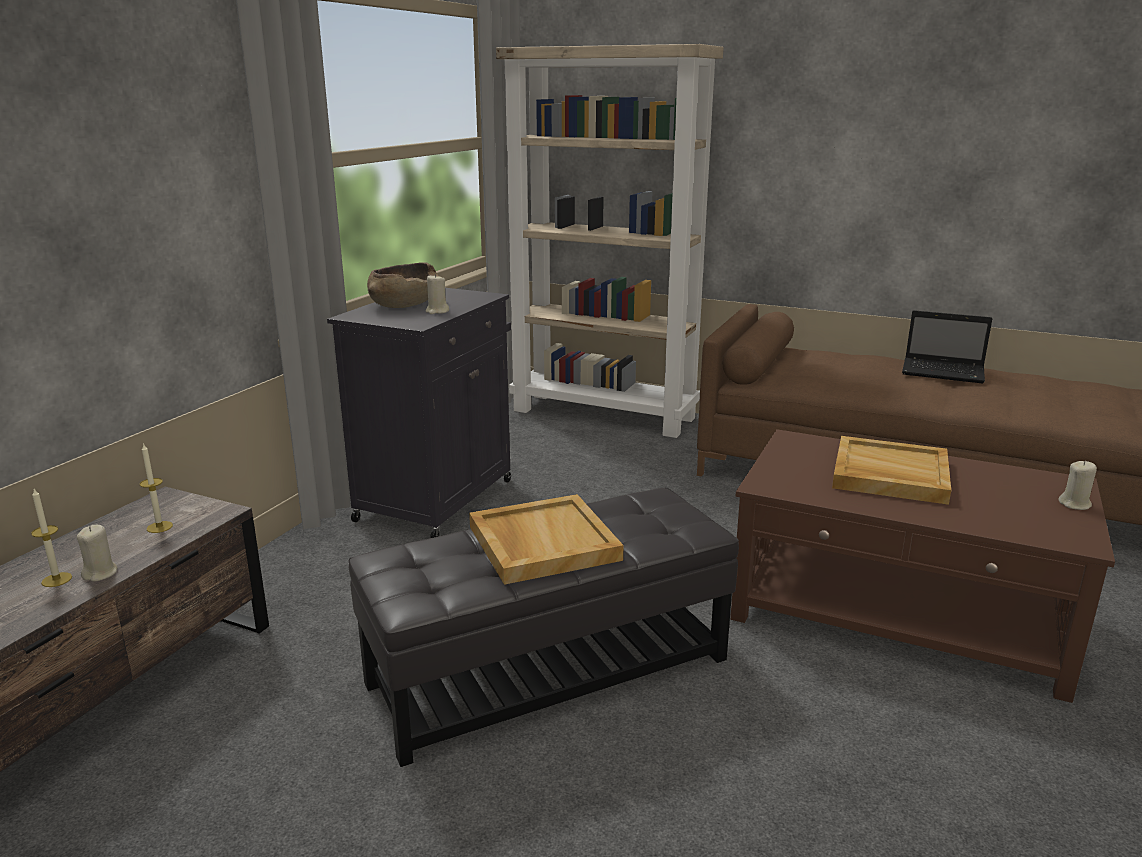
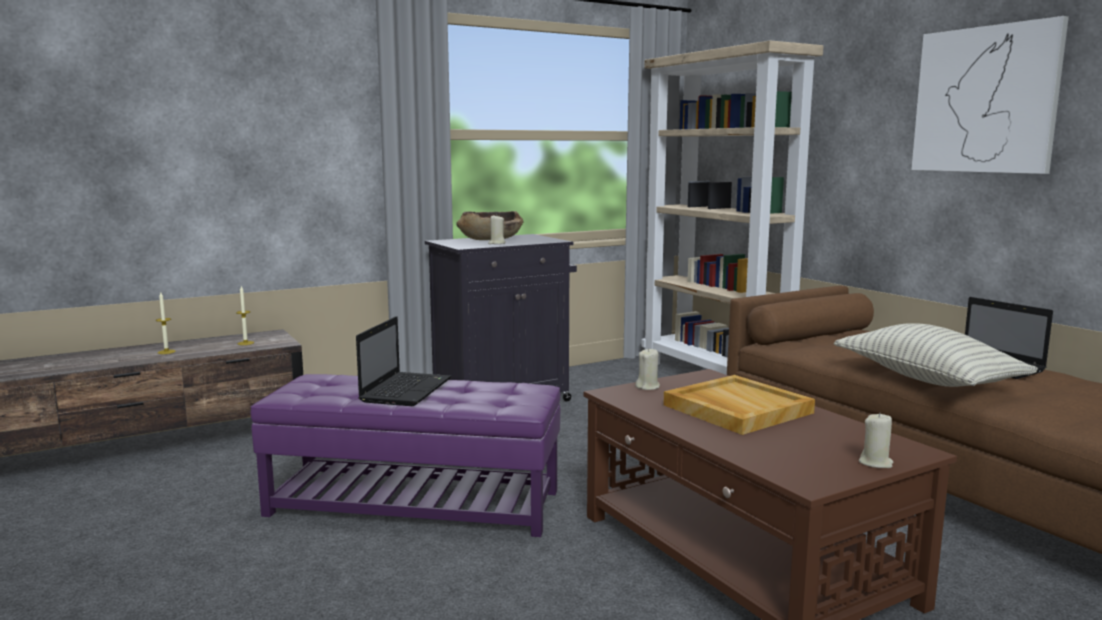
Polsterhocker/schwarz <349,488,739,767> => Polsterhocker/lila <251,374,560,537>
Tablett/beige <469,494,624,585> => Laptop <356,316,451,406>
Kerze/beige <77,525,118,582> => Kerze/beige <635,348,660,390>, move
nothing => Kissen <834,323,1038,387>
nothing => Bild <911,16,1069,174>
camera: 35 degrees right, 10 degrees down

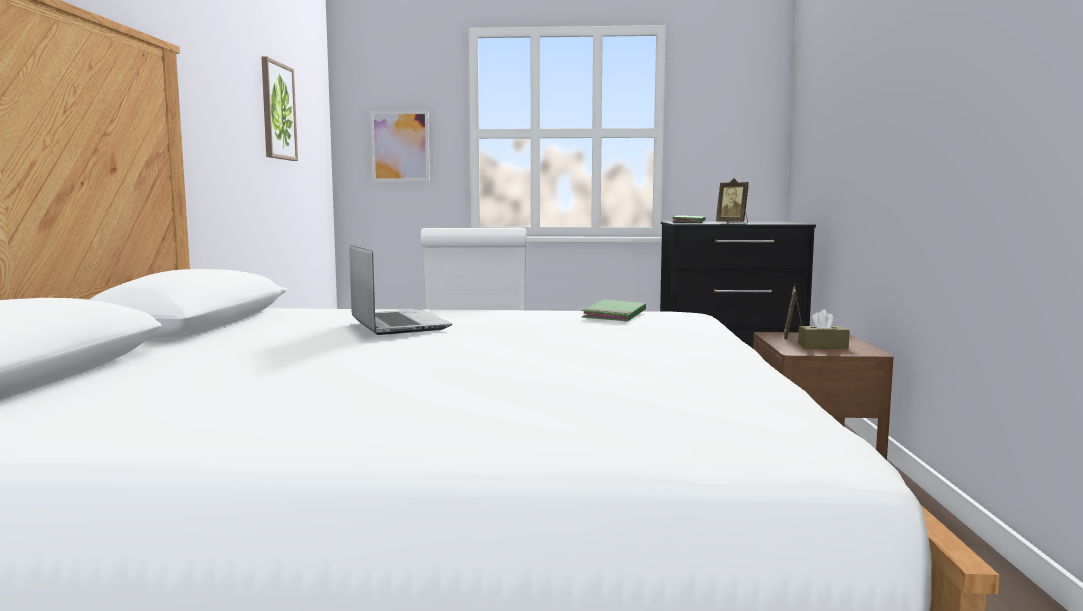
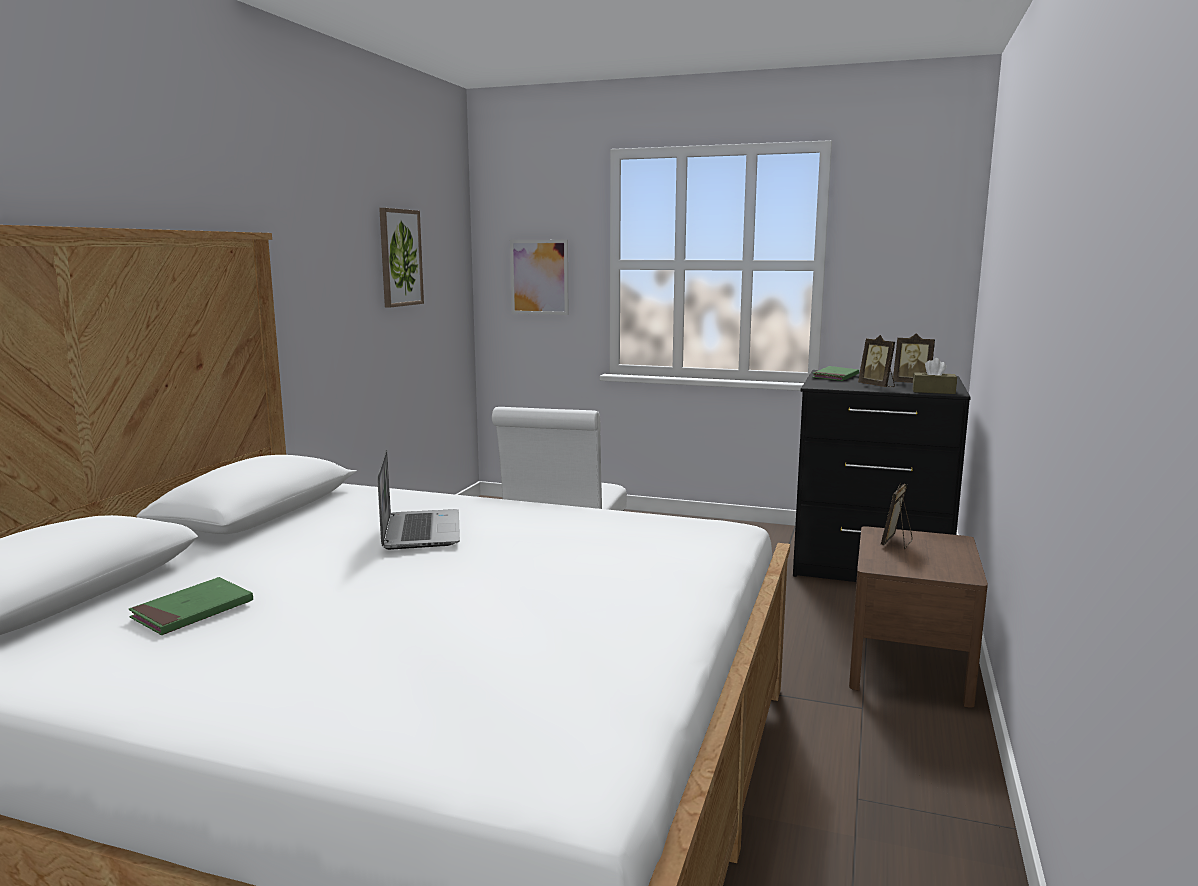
Buch/grün <582,299,646,321> => Buch/grün <129,577,253,635>, move
nothing => Bilderrahmen <893,333,935,383>
Taschentuchbox/braun <798,310,850,349> => Taschentuchbox/braun <913,358,957,394>, move
camera: 15 degrees right, 5 degrees up

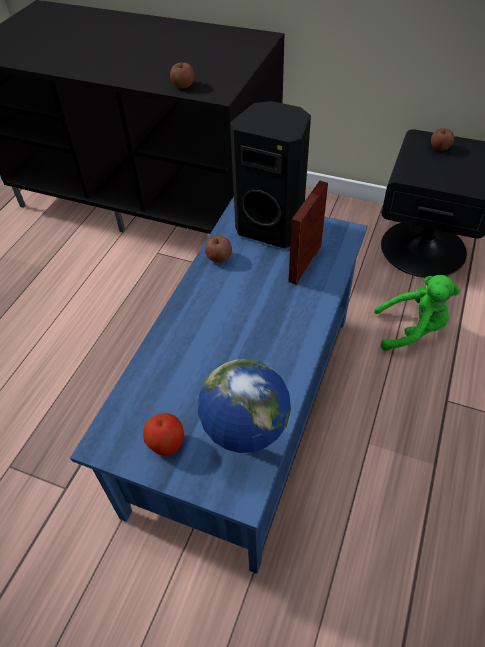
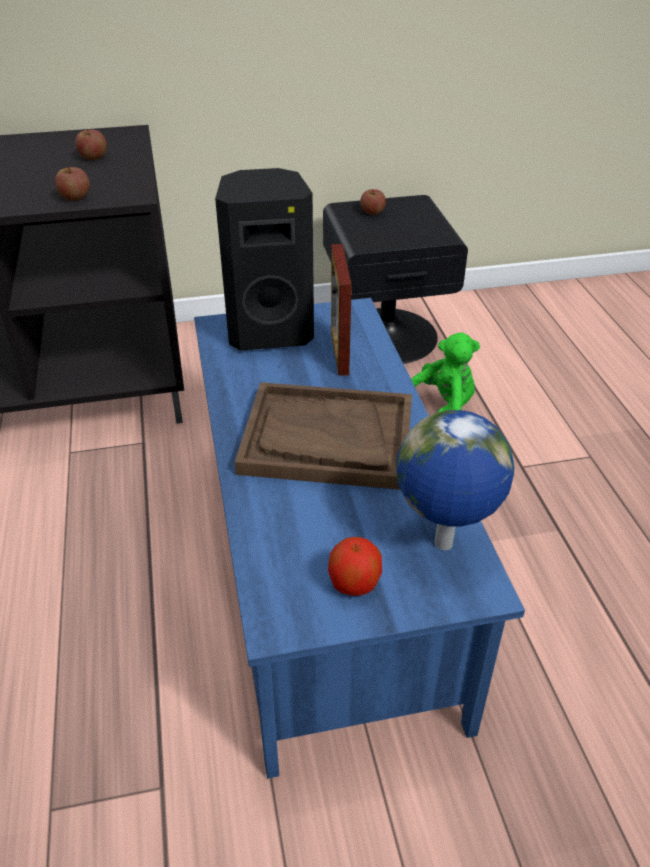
Apfel <205,235,232,263> => Apfel <75,129,107,160>, move
nothing => Tablett/braun <235,382,412,490>
camera: 35 degrees left, 10 degrees down

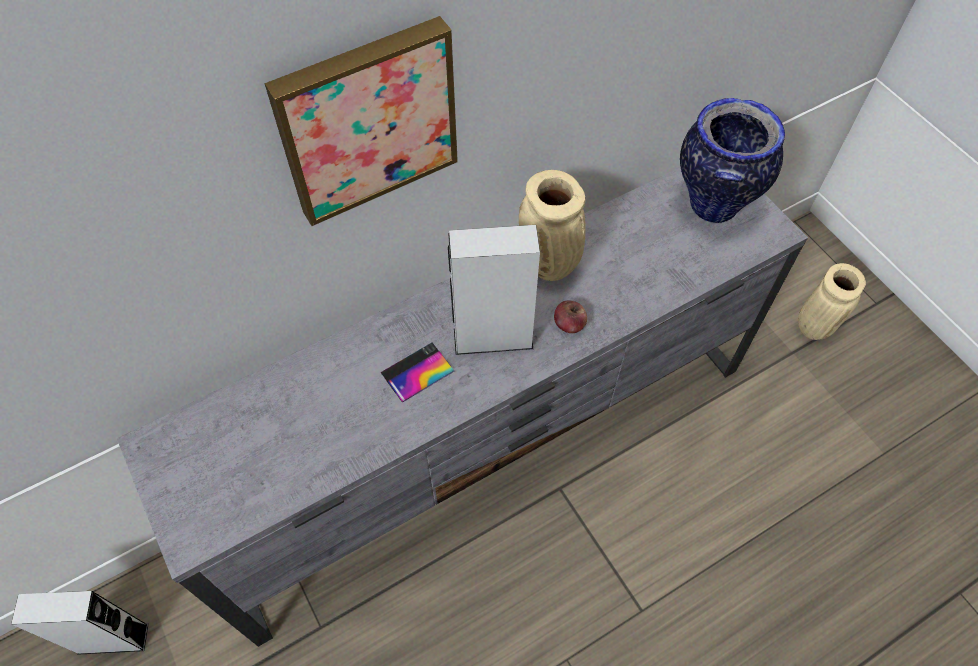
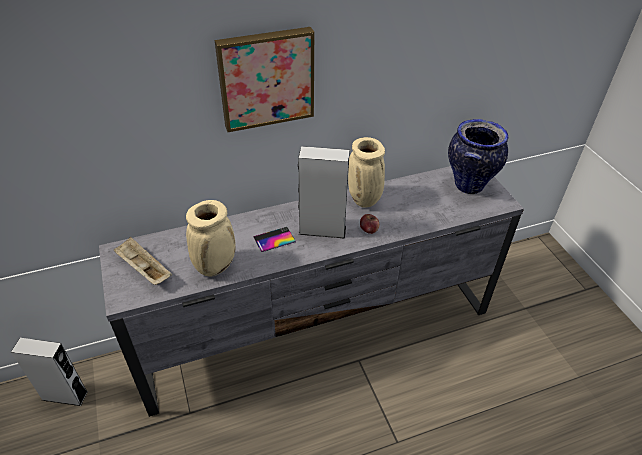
nothing => Tablett/beige <113,236,172,285>
Vase/beige <798,263,866,340> => Vase/beige <186,200,236,277>, move
camera: 10 degrees right, 15 degrees down

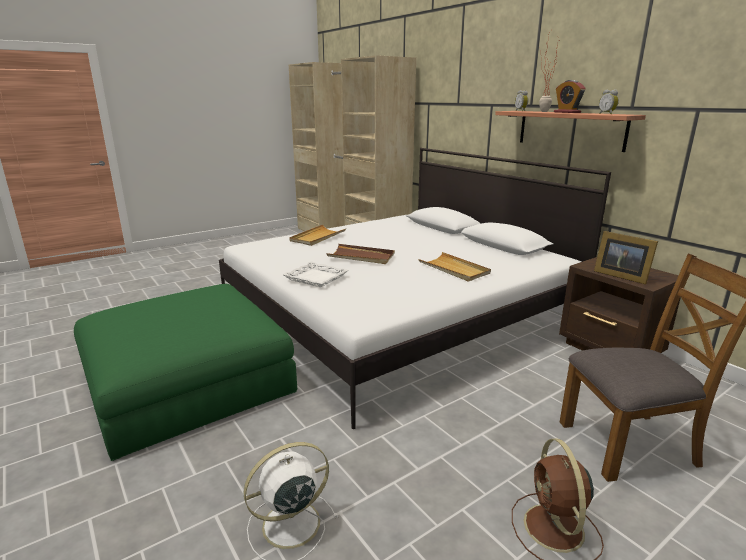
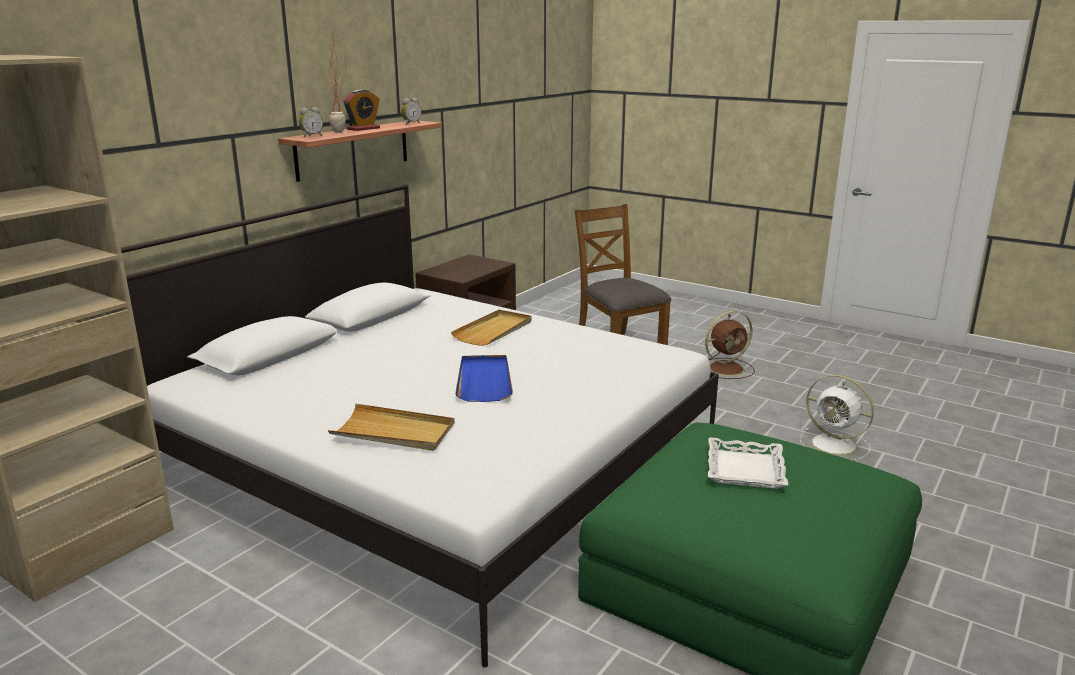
Tablett/braun <327,244,395,264> => Tablett/blau <455,355,513,402>
Tablett/weiß <282,262,348,287> => Tablett/weiß <708,437,788,489>, move
Bilderrahmen <594,231,658,284> => nothing
camera: 110 degrees left, 0 degrees up

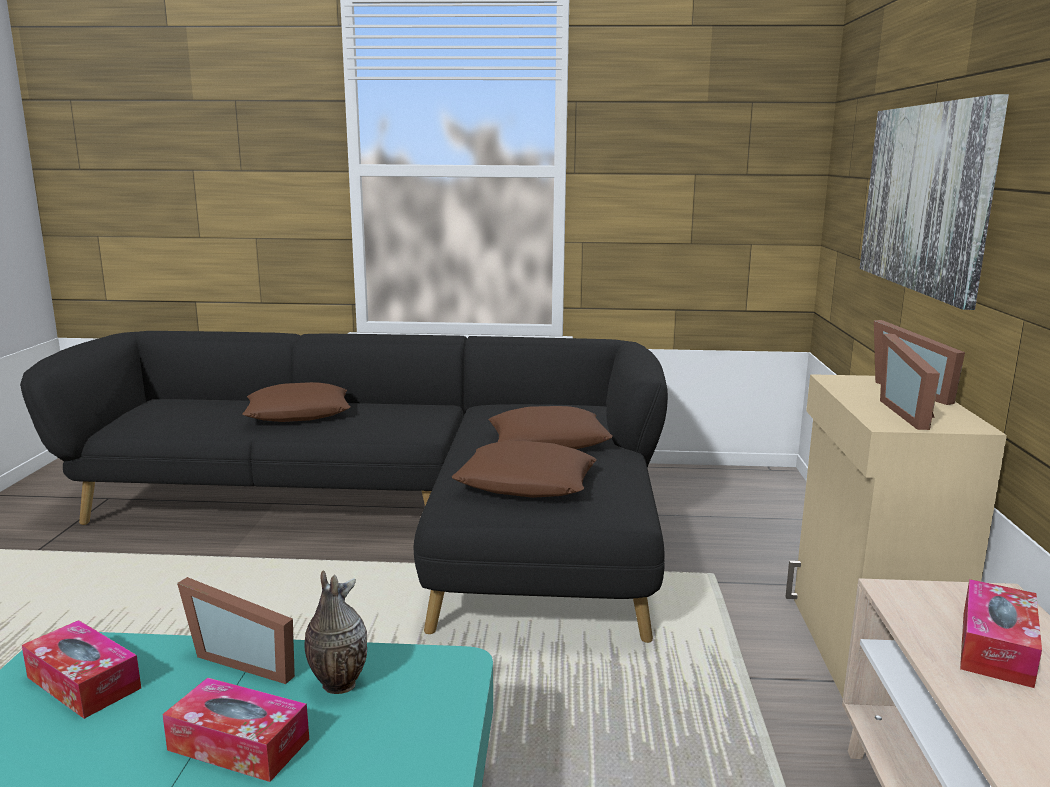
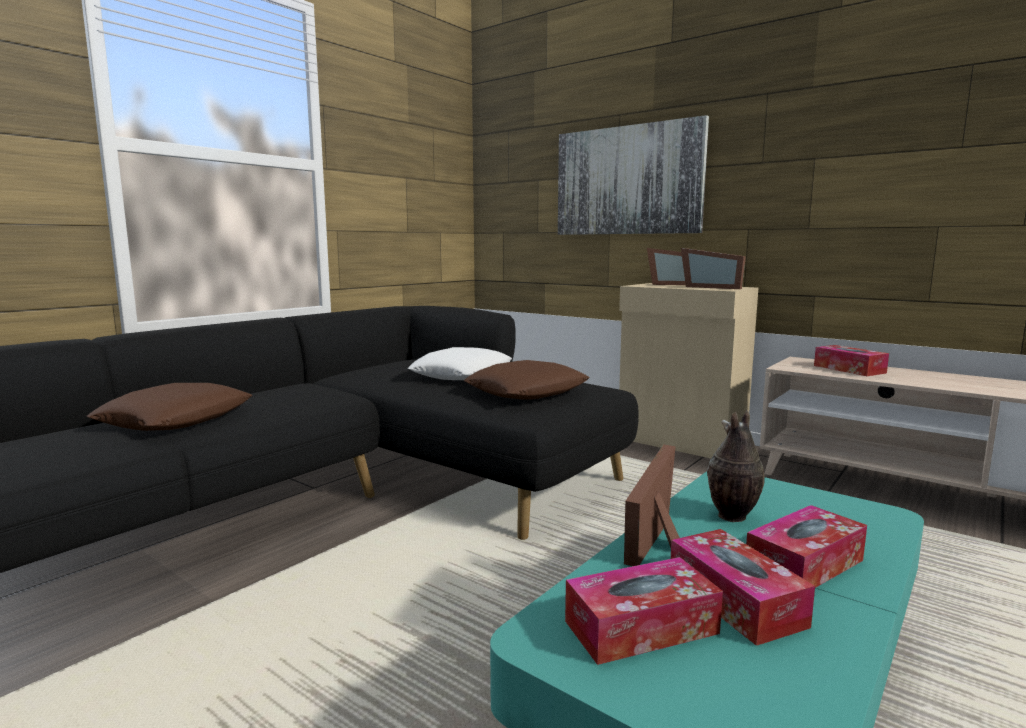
Kissen/braun <488,406,613,449> => Kissen/weiß <408,347,512,380>
Bilderrahmen <177,577,295,684> => Bilderrahmen <624,445,680,566>, 150 degrees clockwise
nothing => Taschentuchbox <671,529,815,646>
camera: 55 degrees left, 5 degrees down

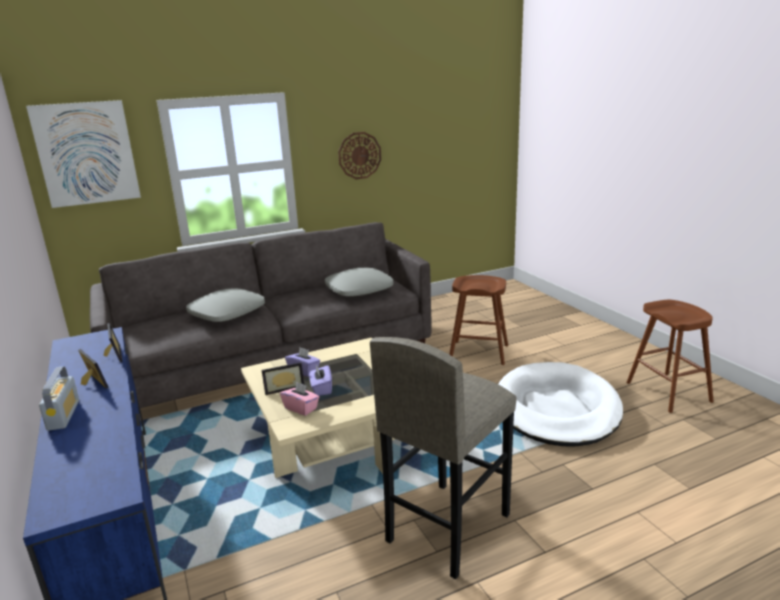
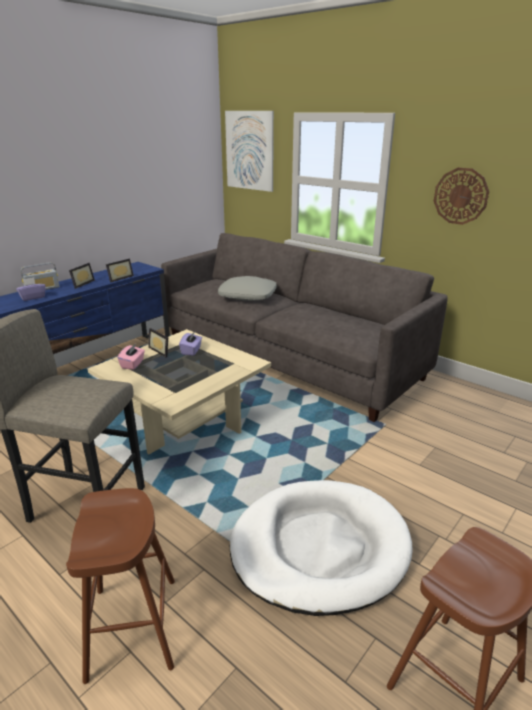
Taschentuchbox/lila <309,365,332,396> => Taschentuchbox/lila <16,277,46,301>, move
Hocker/braun <449,275,508,365> => Hocker/braun <66,488,175,684>, move
Kissen/grau <325,268,394,296> => nothing
camera: 65 degrees right, 5 degrees up

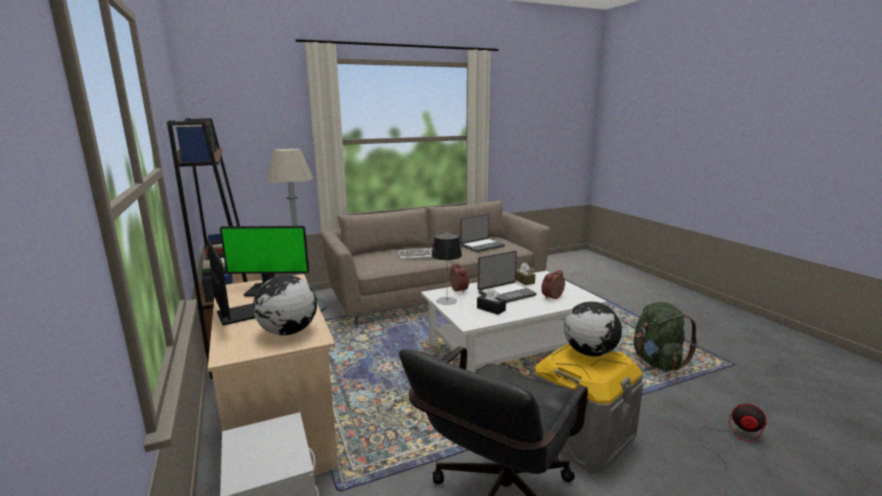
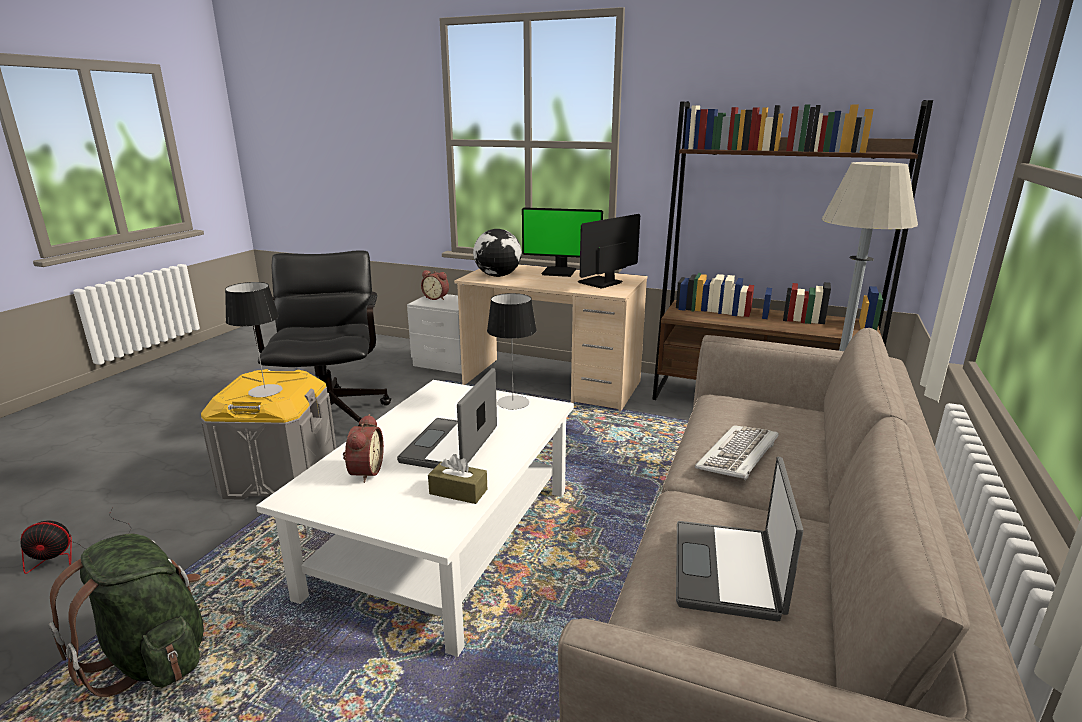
Globus <564,301,622,356> => Tischlampe <225,282,283,398>
Wecker <450,263,469,292> => Wecker <421,270,449,300>, move
Taschentuchbox/schwarz <477,288,506,315> => nothing
camera: 135 degrees right, 5 degrees up

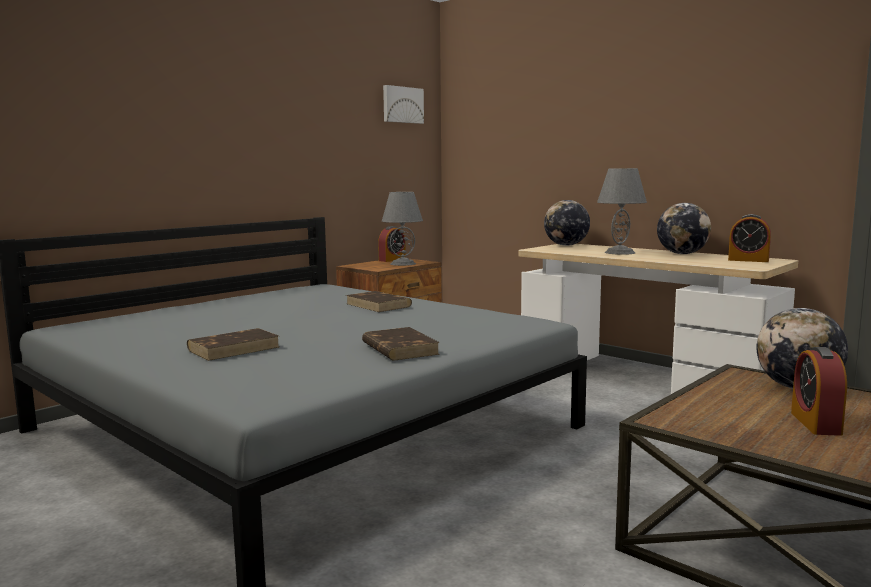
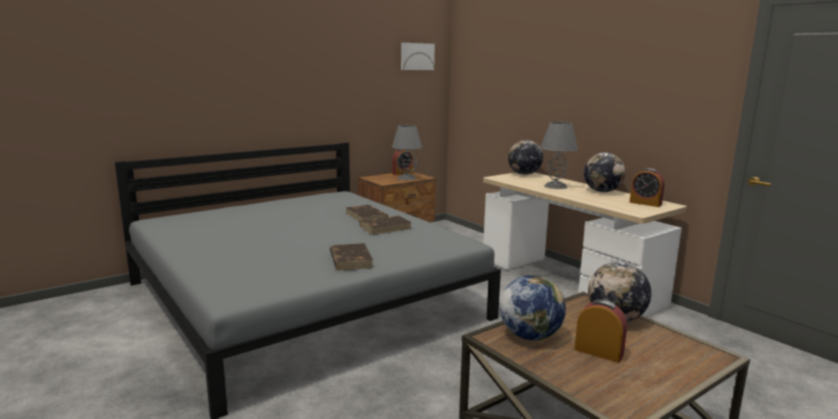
Buch/braun <187,328,279,361> => Buch/braun <359,216,411,235>, move
nothing => Globus <500,275,566,340>
Wecker <791,347,847,436> => Wecker <574,300,627,363>, 105 degrees clockwise
camera: 10 degrees right, 5 degrees up

